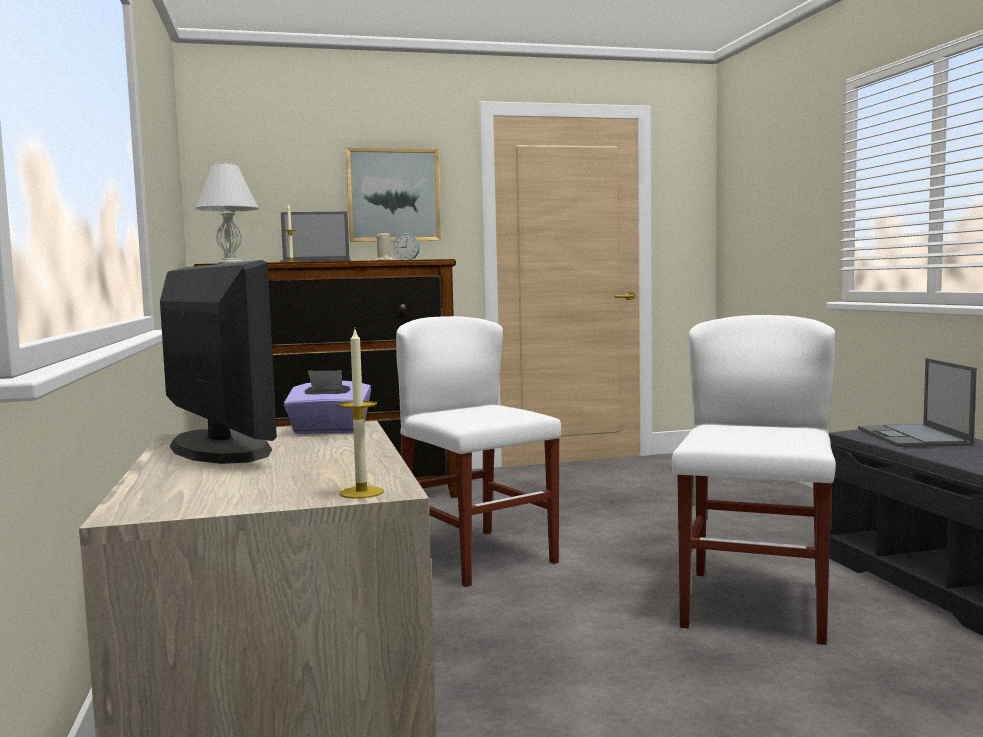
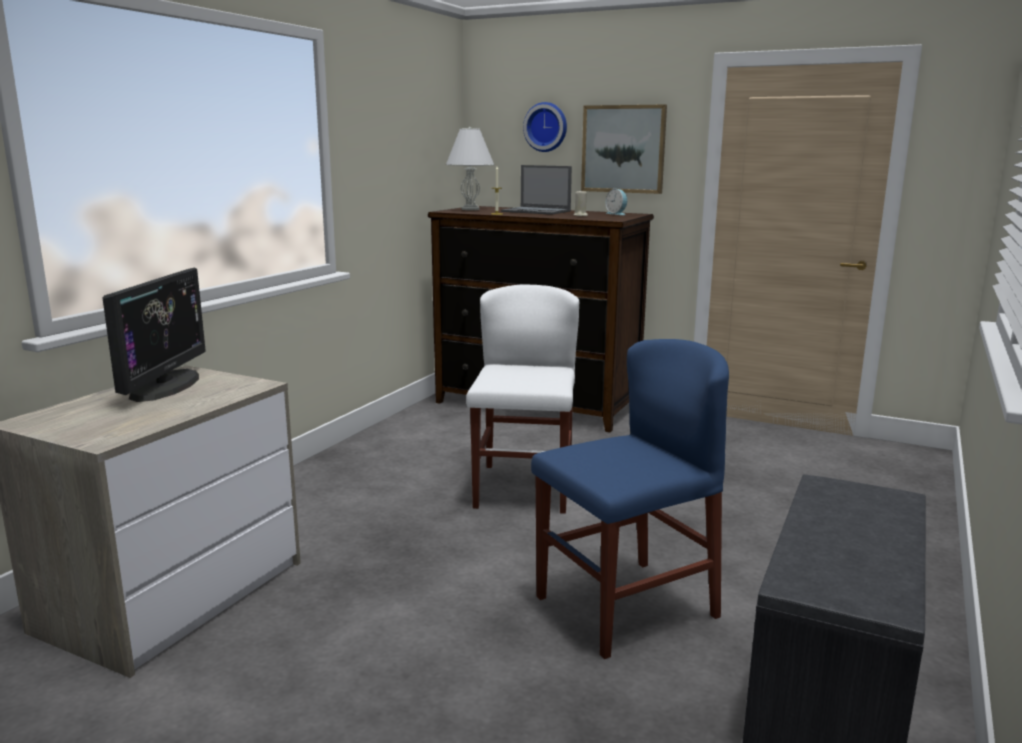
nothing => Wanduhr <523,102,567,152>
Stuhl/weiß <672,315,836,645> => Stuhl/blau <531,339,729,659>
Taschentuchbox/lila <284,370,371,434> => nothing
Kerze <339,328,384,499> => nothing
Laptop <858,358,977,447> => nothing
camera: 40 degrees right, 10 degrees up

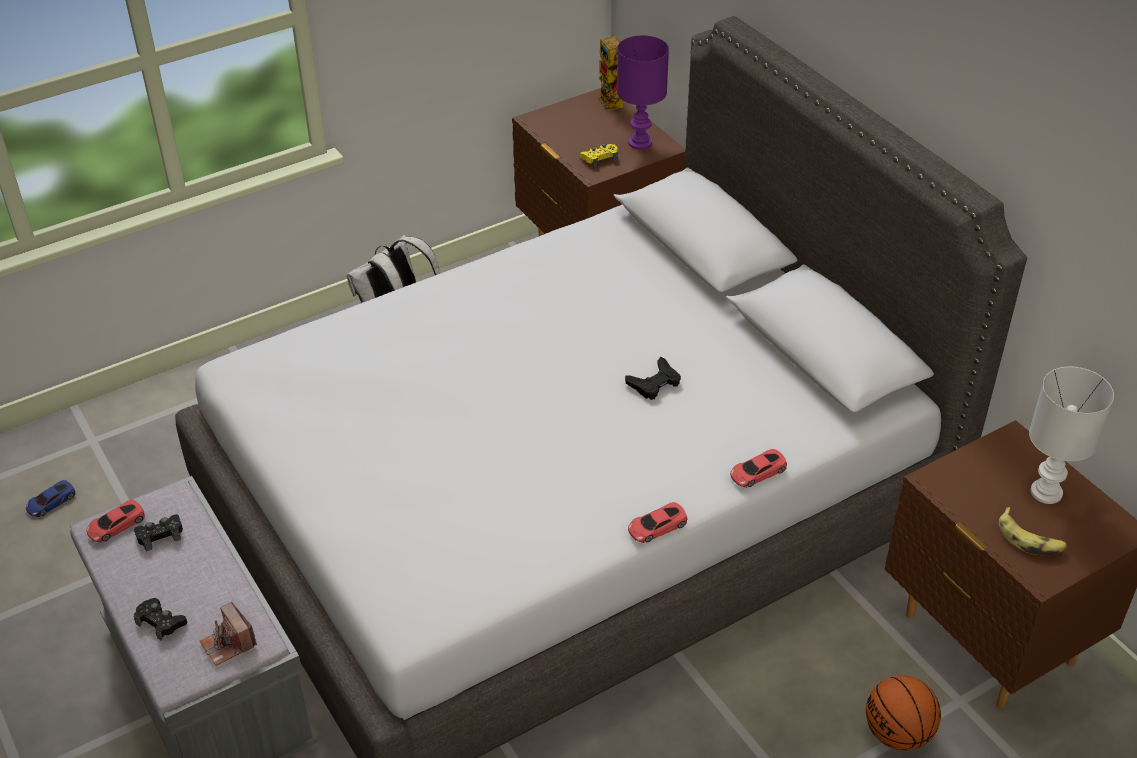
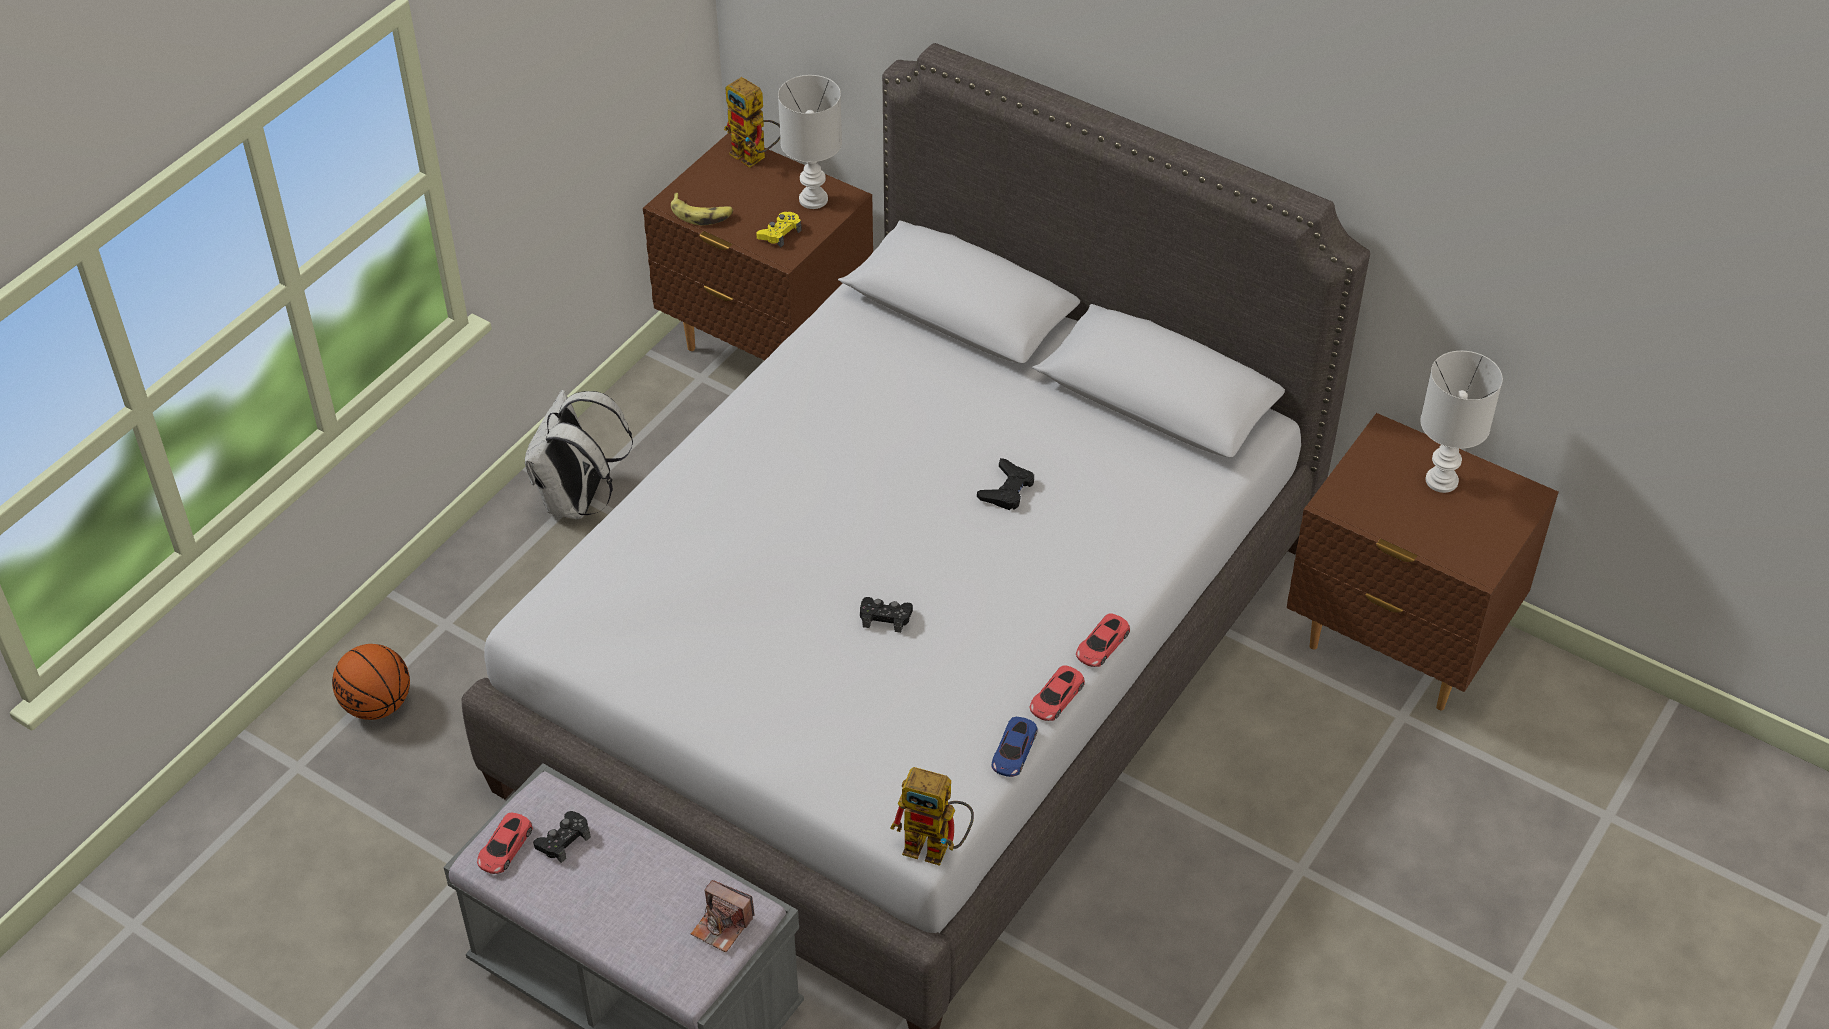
Basketball <866,675,941,751> => Basketball <332,644,410,720>, move
Banane <999,507,1067,555> => Banane <671,193,733,225>, move
Tischlampe/lila <617,35,669,150> => Tischlampe/weiß <778,75,842,209>
Gamepad/schwarz <134,598,187,641> => Gamepad/schwarz <860,597,913,633>, move
nothing => Spielzeugroboter <890,767,974,866>
Spielzeugauto/blau <26,480,76,517> => Spielzeugauto/blau <992,717,1038,777>, move
Spielzeugauto/rot <730,449,787,488> => Spielzeugauto/rot <1029,666,1085,721>, move
camera: 25 degrees left, 5 degrees up

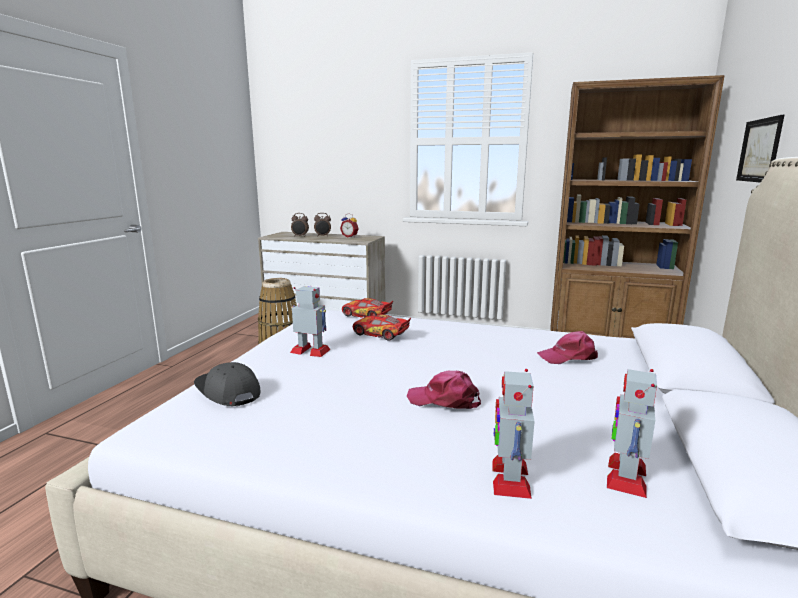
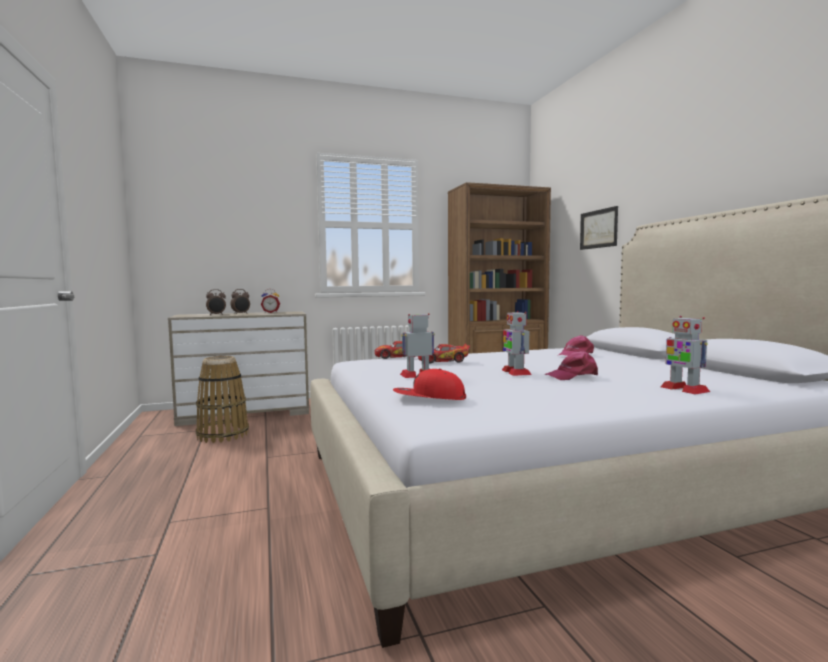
Kappe/grau <194,362,260,406> => Kappe/rot <393,369,466,400>
Spielzeugroboter <607,369,657,498> => Spielzeugroboter <502,311,531,376>, move
camera: 35 degrees left, 10 degrees down

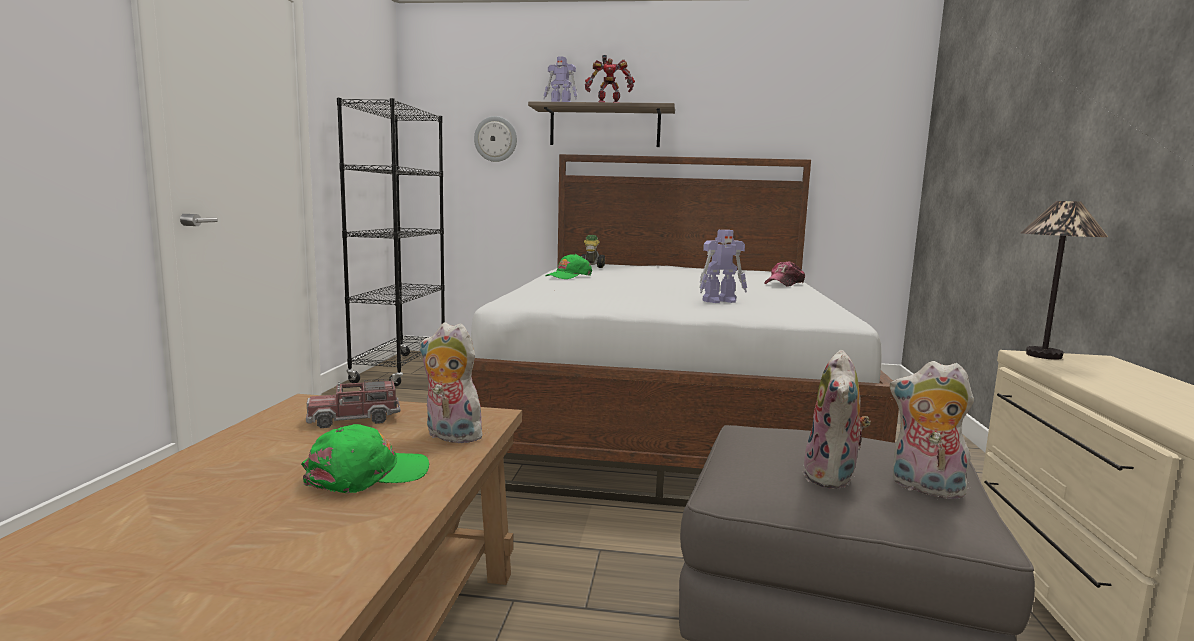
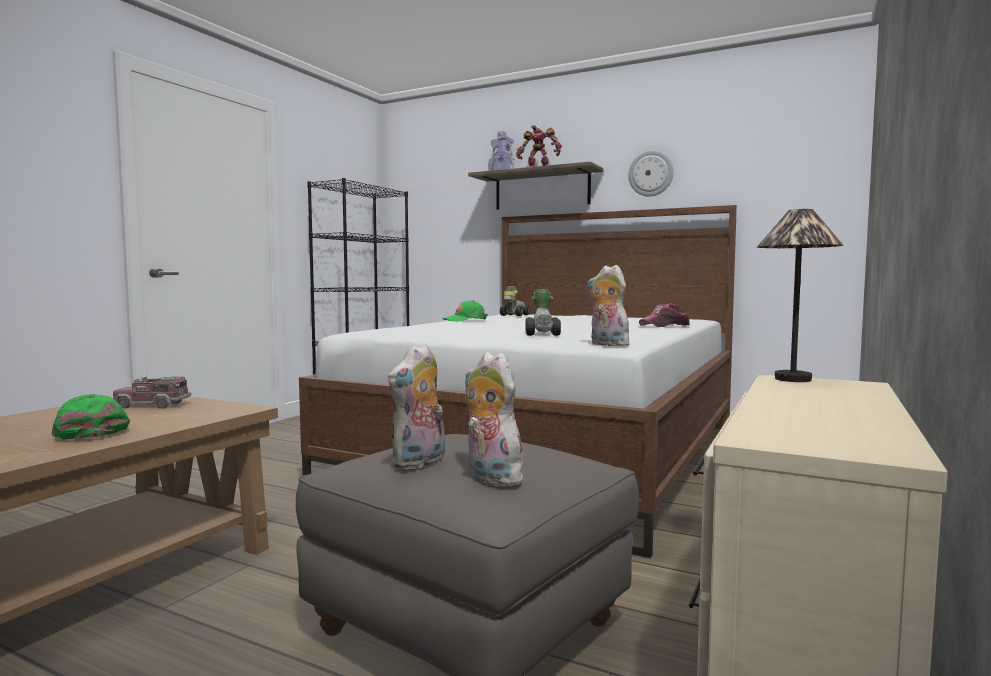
Kappe/grün <301,424,429,493> => Kappe/grün <52,394,130,440>, 120 degrees counterclockwise
Spielzeugroboter <699,230,747,303> => Spielzeugauto <525,289,561,336>
Plüschtier <419,322,487,443> => Plüschtier <588,265,634,346>, move
Wanduhr <474,116,517,162> => Wanduhr <628,150,674,197>, move
camera: 20 degrees right, 5 degrees down

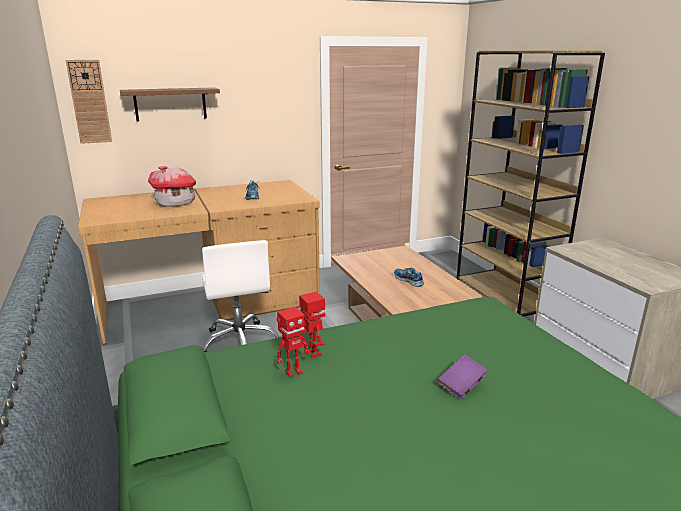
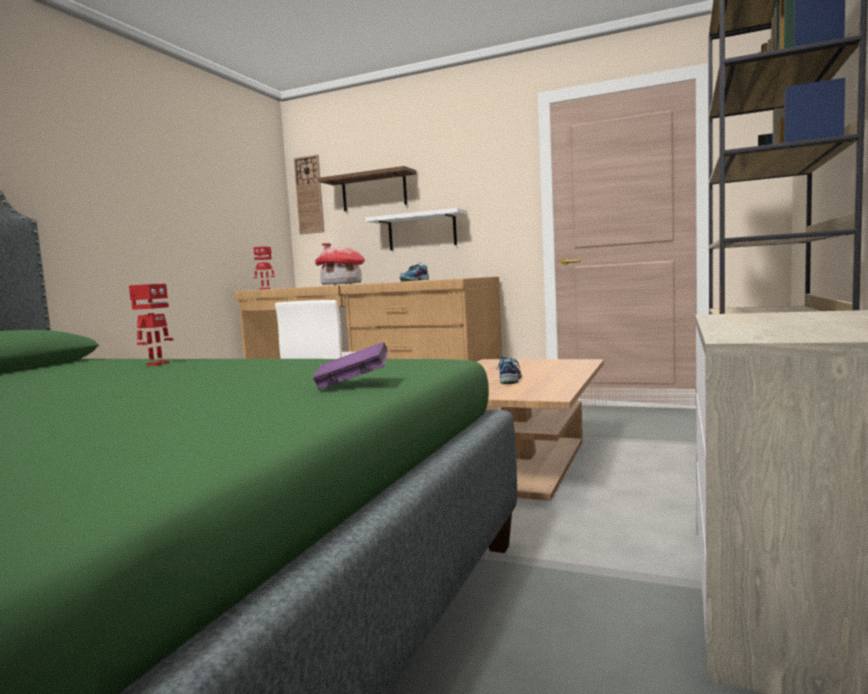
Spielzeugroboter <277,307,310,378> => Spielzeugroboter <253,246,275,289>, move
Buch/lila <437,354,488,399> => Buch/lila <312,342,388,390>, move
nothing => Wandregal/weiß <365,208,467,250>
camera: 45 degrees right, 15 degrees down

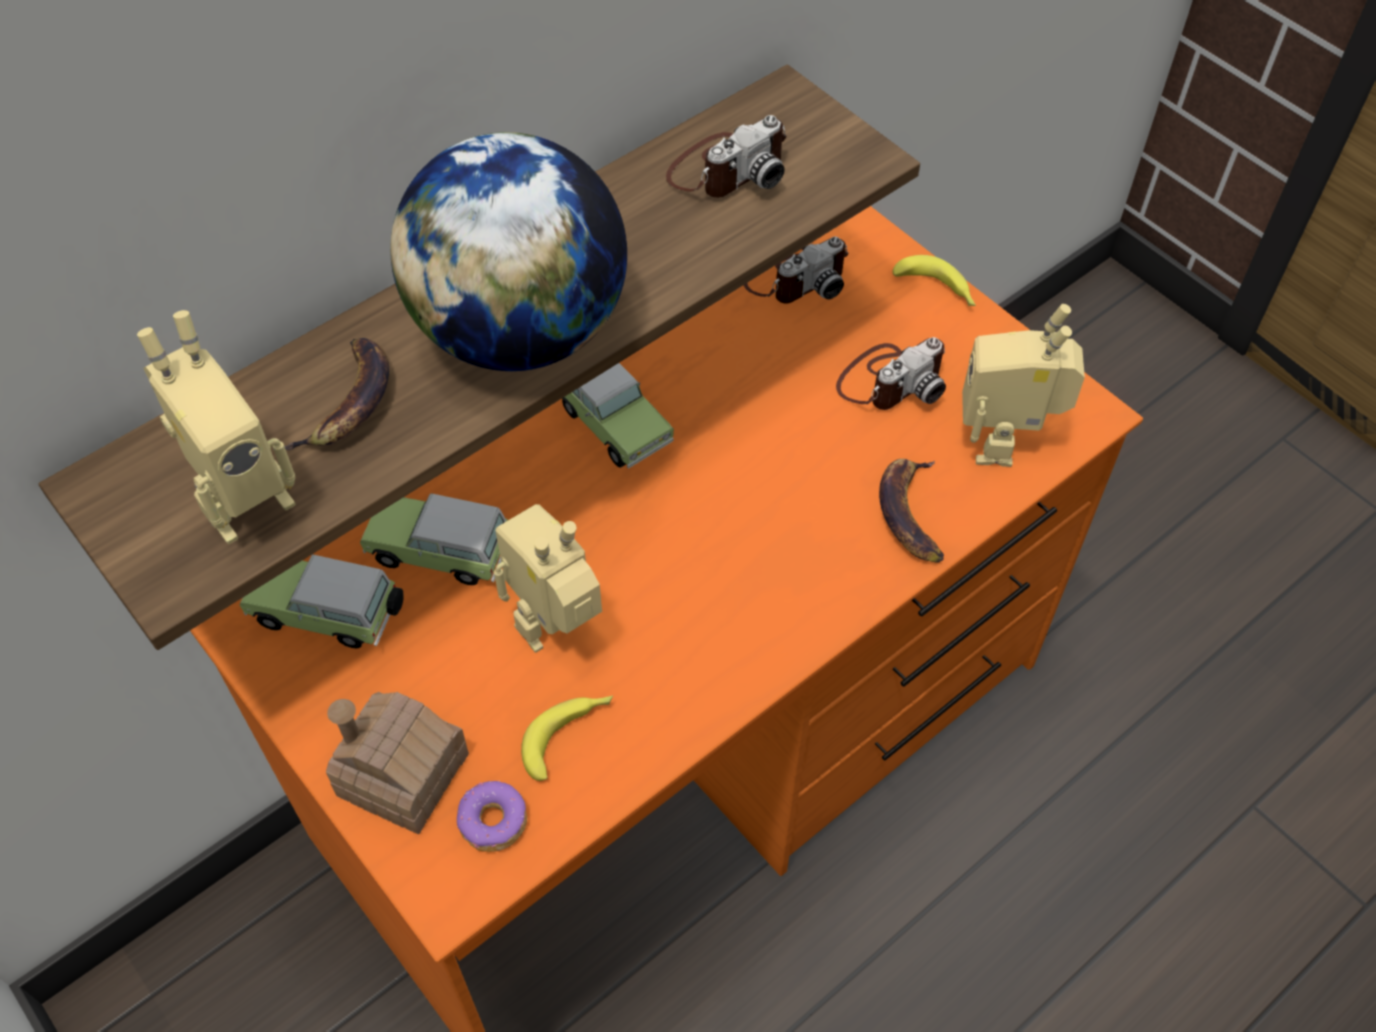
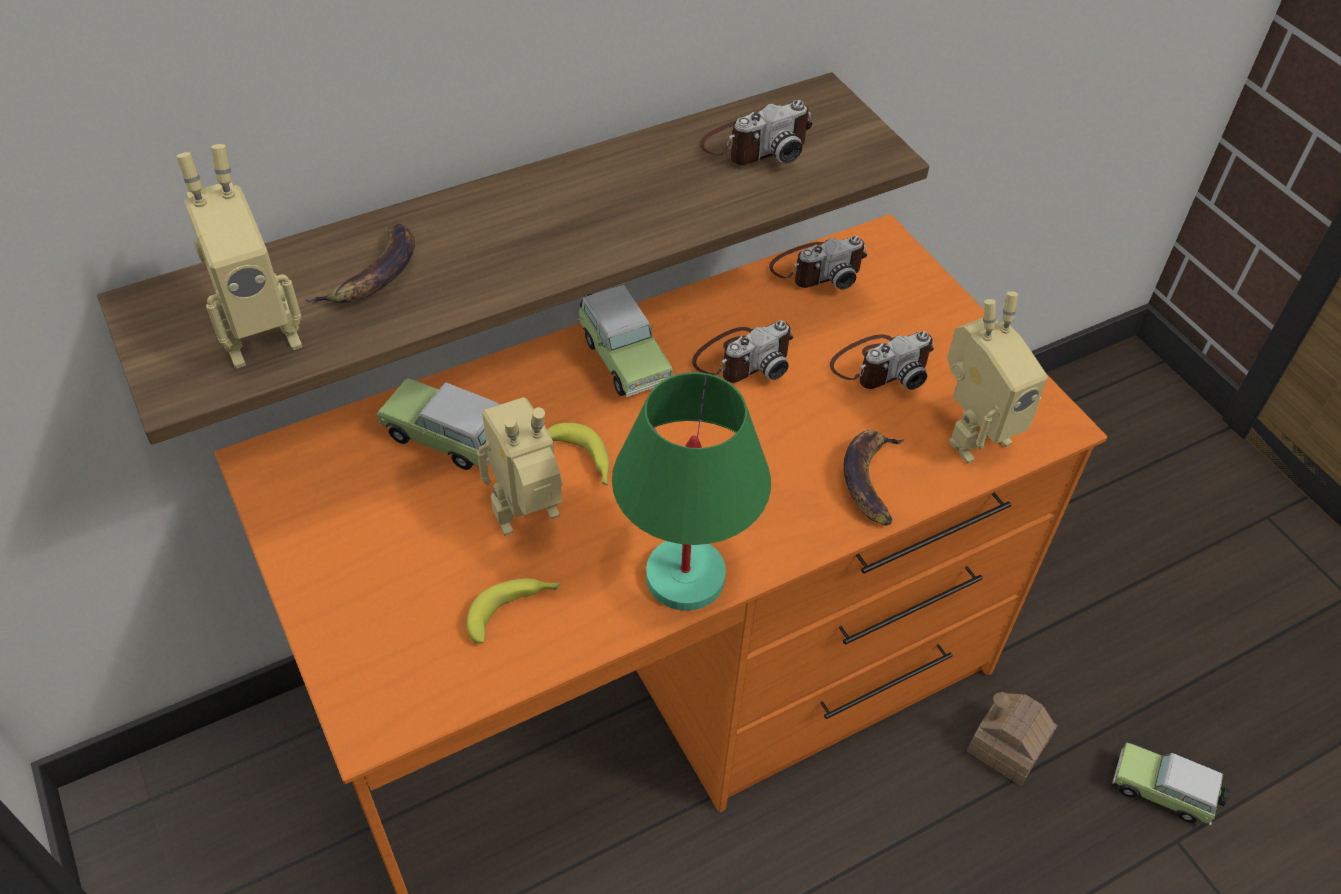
Banane <893,255,976,306> => Banane <547,423,609,485>, move
nothing => Tischlampe/grün <612,372,771,611>
nothing => Kamera <692,320,793,383>
Spielzeugroboter <962,304,1085,467> => Spielzeugroboter <947,291,1048,464>, 135 degrees counterclockwise
Spielzeughaus <326,692,469,834> => Spielzeughaus <967,692,1058,786>, move
Spielzeugauto <240,555,404,649> => Spielzeugauto <1113,742,1230,825>, move
Globus <390,132,627,371> => nothing
Donut <457,781,527,852> => nothing
camera: 10 degrees right, 5 degrees down

